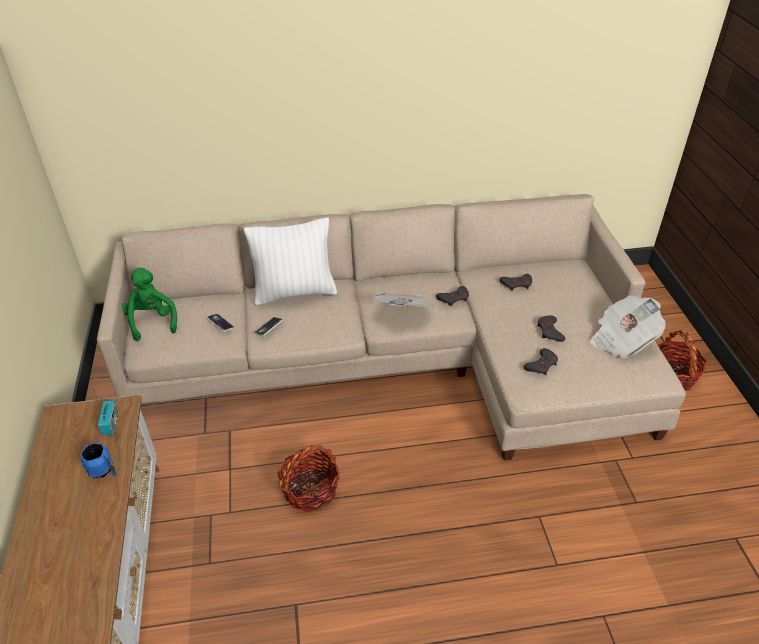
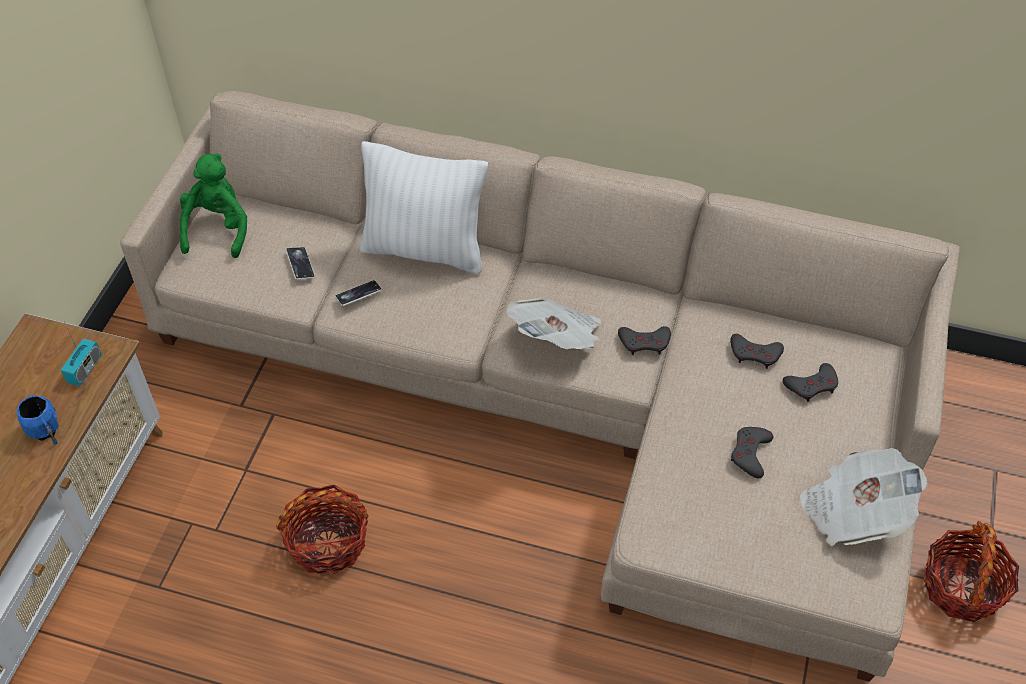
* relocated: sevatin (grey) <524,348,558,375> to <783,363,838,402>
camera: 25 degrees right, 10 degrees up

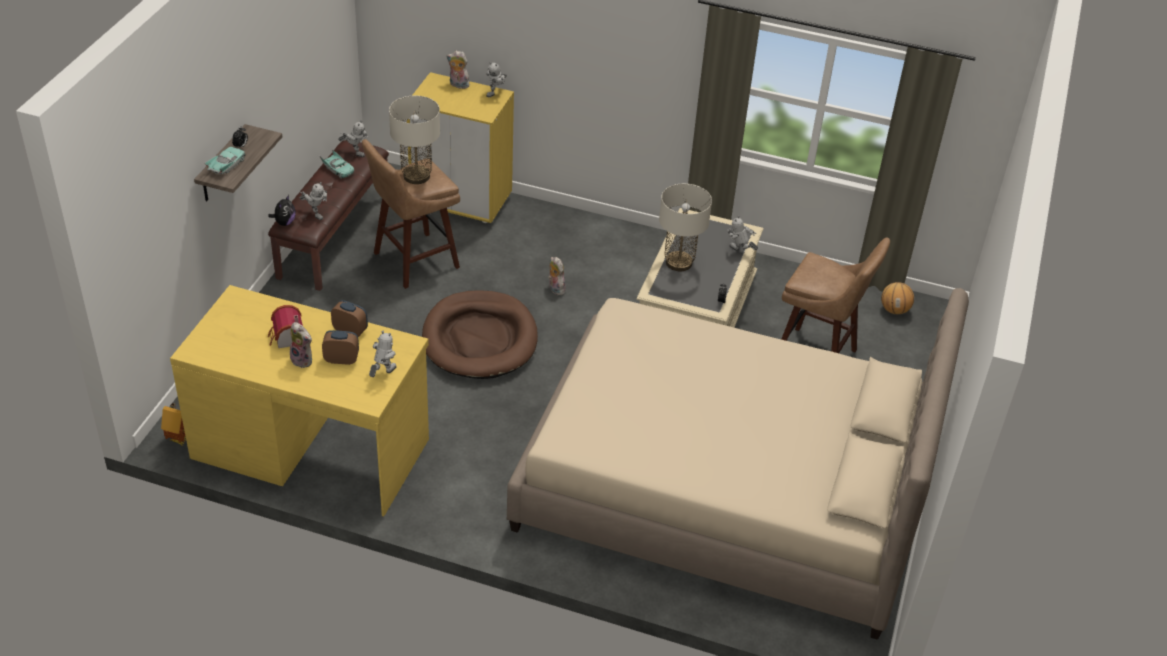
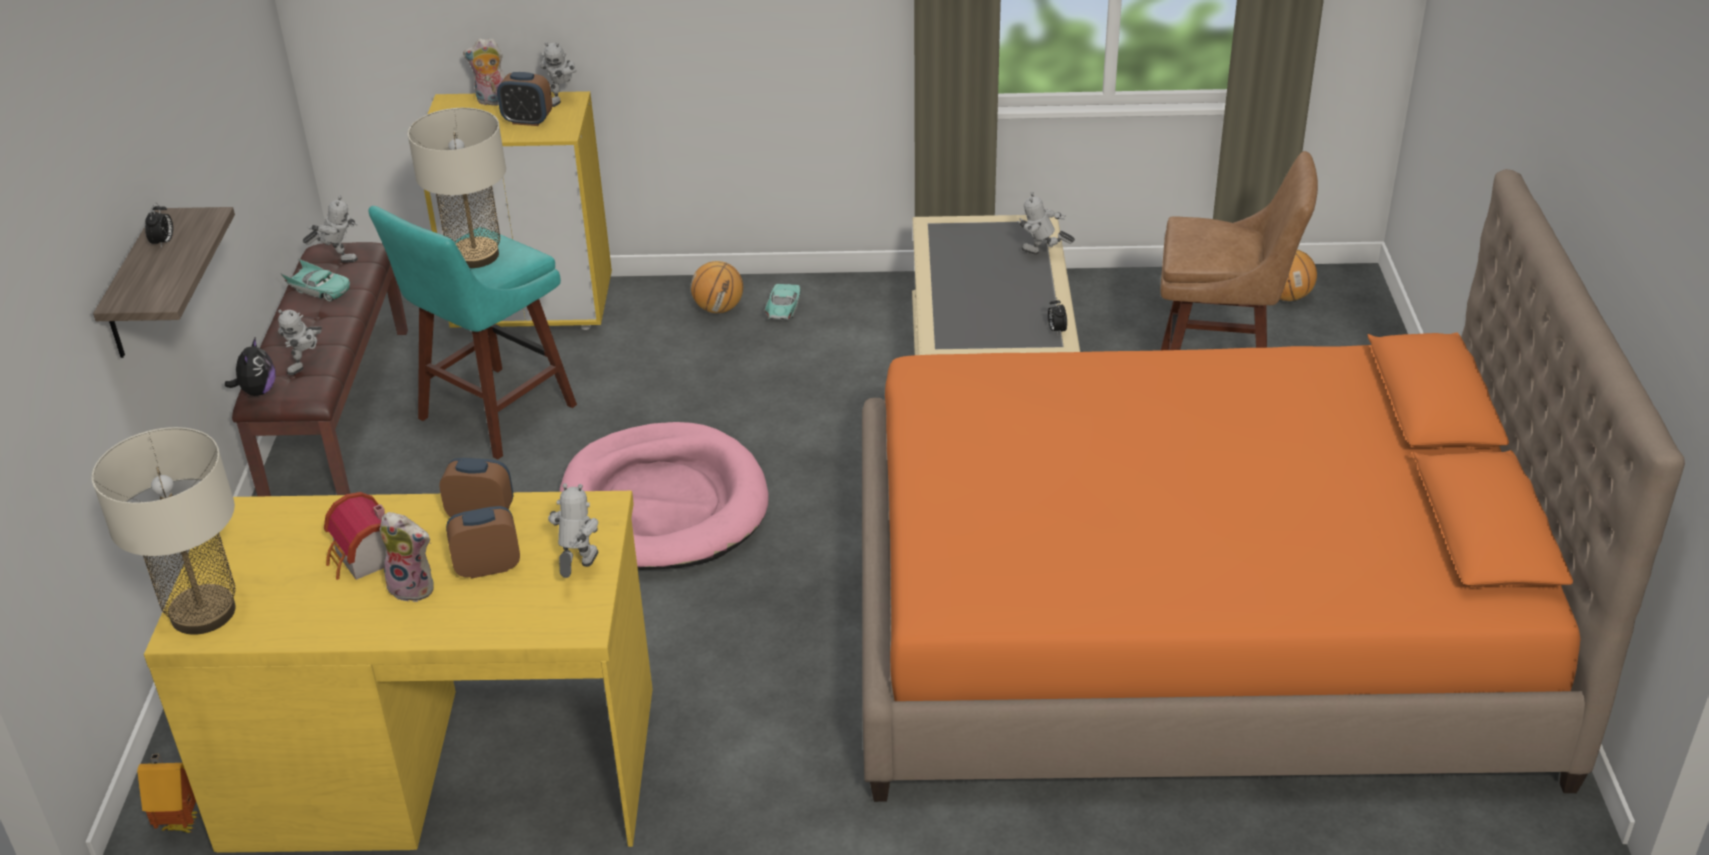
* relocated: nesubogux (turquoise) <204,147,245,175> to <765,284,801,320>
* spun: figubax <300,182,327,220> = <278,309,322,375> 90 degrees clockwise
* colour: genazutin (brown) <362,139,460,289> to genazutin (turquoise) <368,206,577,459>
* colour: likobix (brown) <422,290,538,379> to likobix (pink) <560,422,769,570>
* colour: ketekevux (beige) <507,288,969,640> to ketekevux (orange) <862,169,1685,802>
* missing: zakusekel <548,257,566,295>
* relocated: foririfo <659,183,712,271> to <92,427,236,635>
* appeared: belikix <497,72,552,126>
* appeared: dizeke <691,261,743,313>
camera: 15 degrees left, 5 degrees down

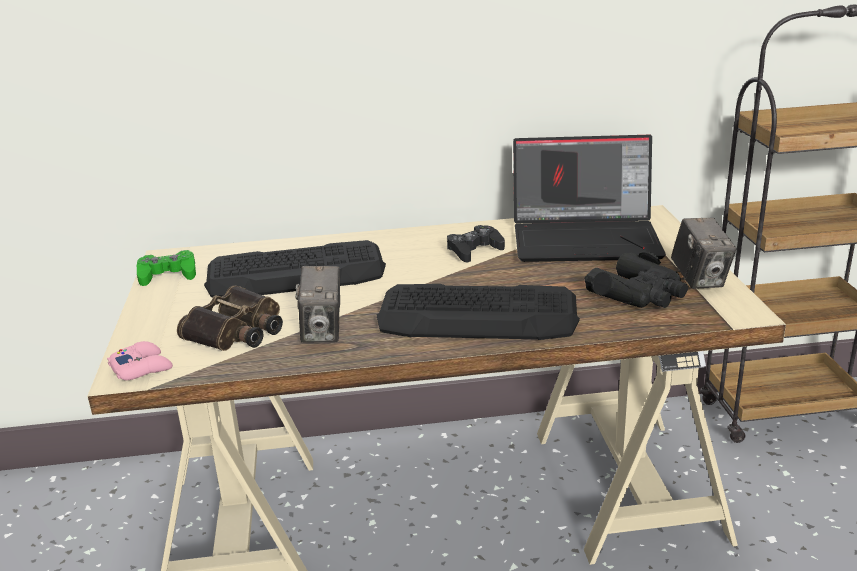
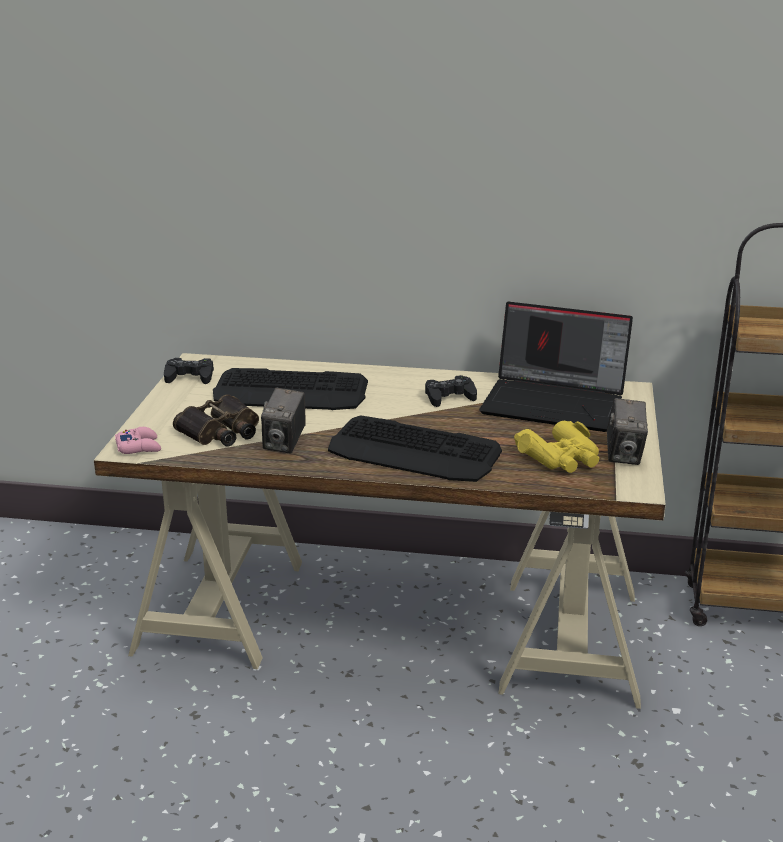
* colour: sevatin (green) <137,250,196,286> to sevatin (black) <164,358,214,384>
* colour: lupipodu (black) <584,251,688,308> to lupipodu (yellow) <514,421,599,473>
camera: 15 degrees right, 0 degrees up

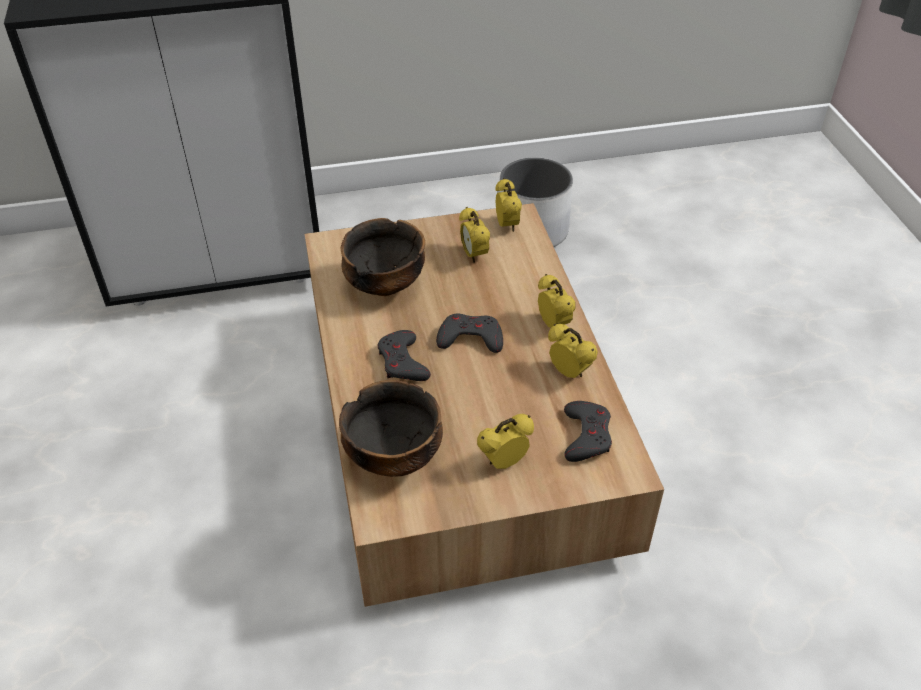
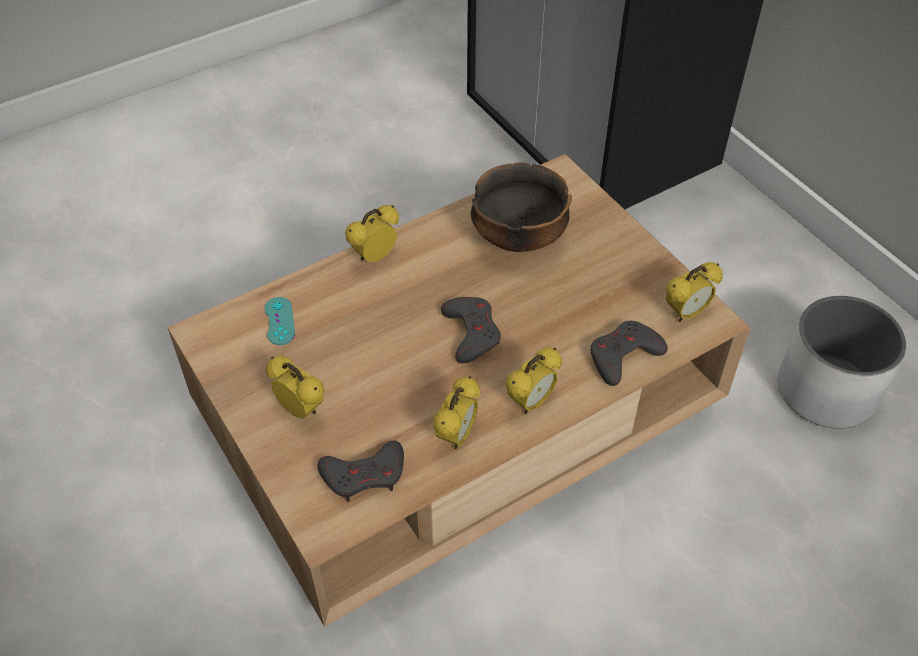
* exchanged: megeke <339,380,443,477> to sevatin (turquoise) <264,297,295,345>
* relocated: sevatin (grey) <377,330,431,381> to <591,321,668,386>
* relocated: belikix <459,207,490,263> to <345,205,399,262>
camera: 70 degrees right, 5 degrees up

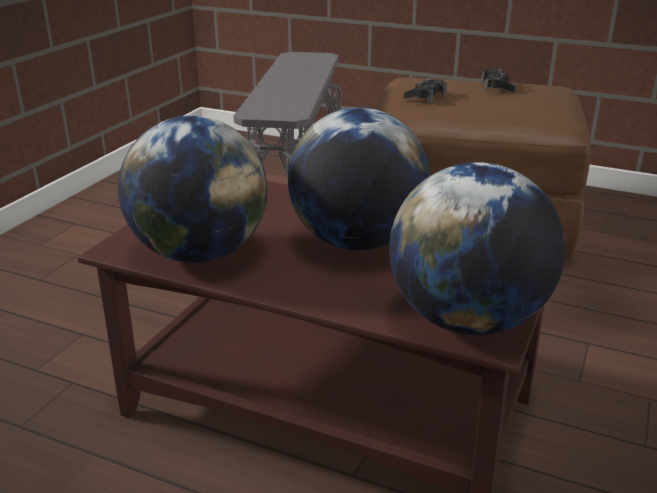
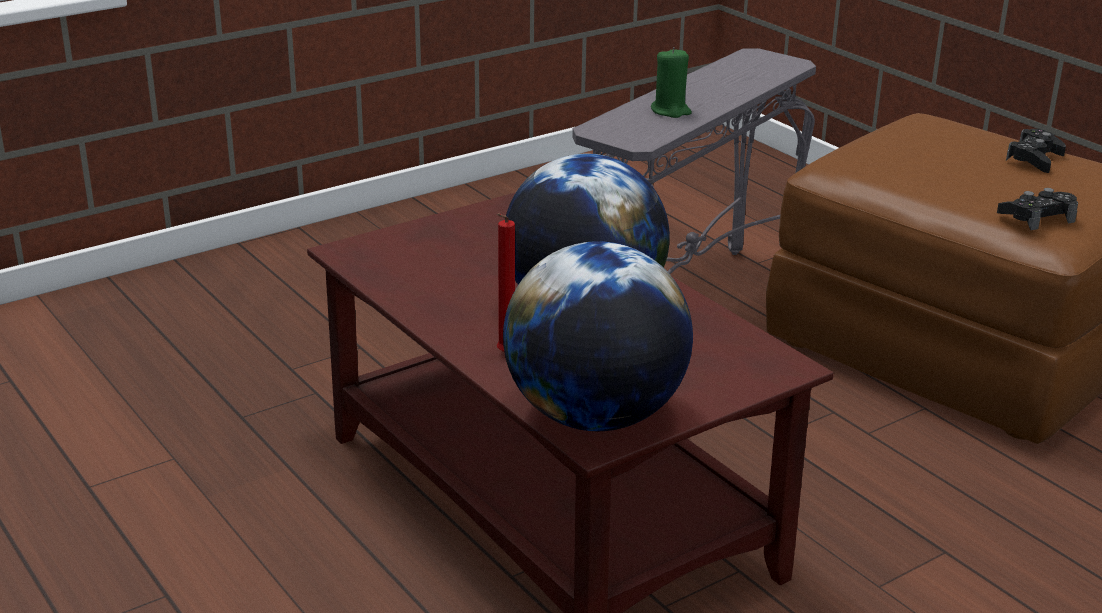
* missing: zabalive <118,116,267,263>
* relocated: sevatin (black) <404,78,447,103> to <997,188,1078,230>
* appeared: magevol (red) <497,213,515,352>
* appeared: magevol (green) <651,47,692,118>
camera: 30 degrees right, 0 degrees up

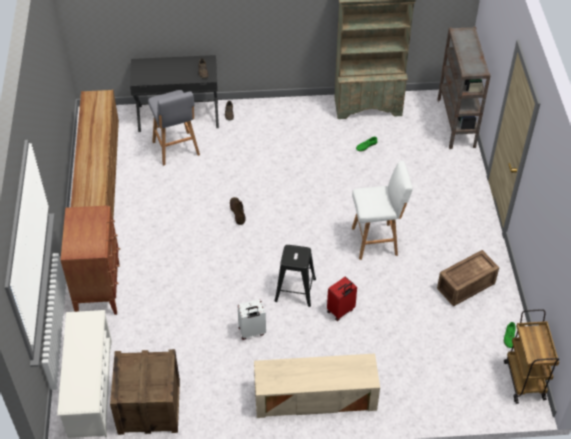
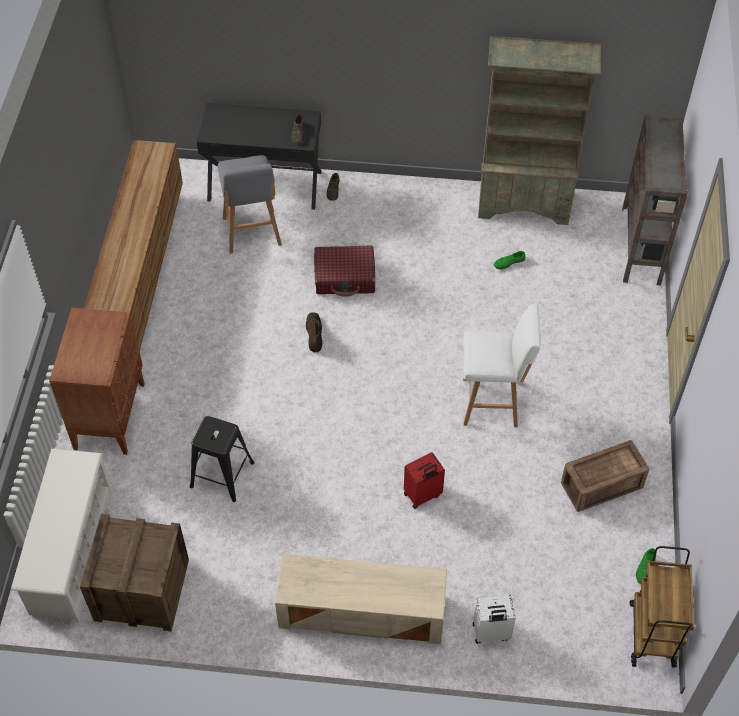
* relocated: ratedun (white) <237,299,266,340> to <473,595,516,644>
* relocated: genazutin (black) <275,245,316,307> to <190,416,254,502>
* appeared: ratedun (red) <314,245,375,297>
camera: 10 degrees right, 5 degrees up

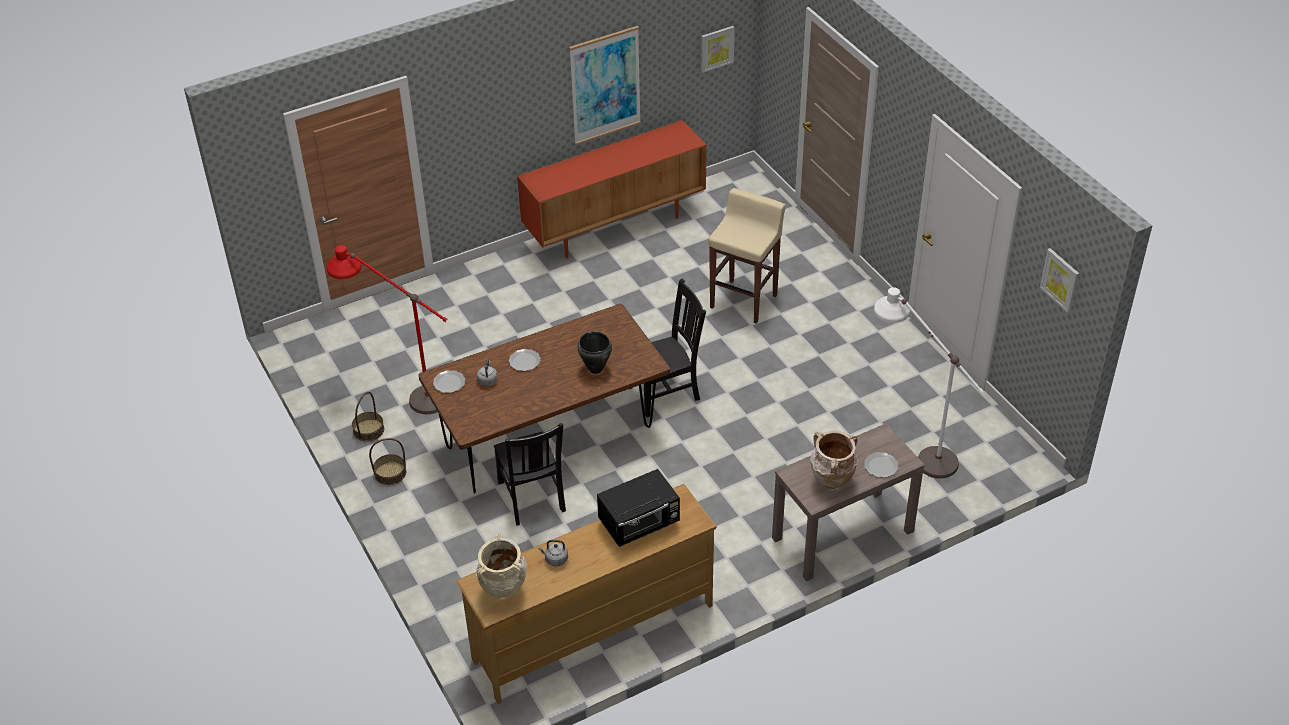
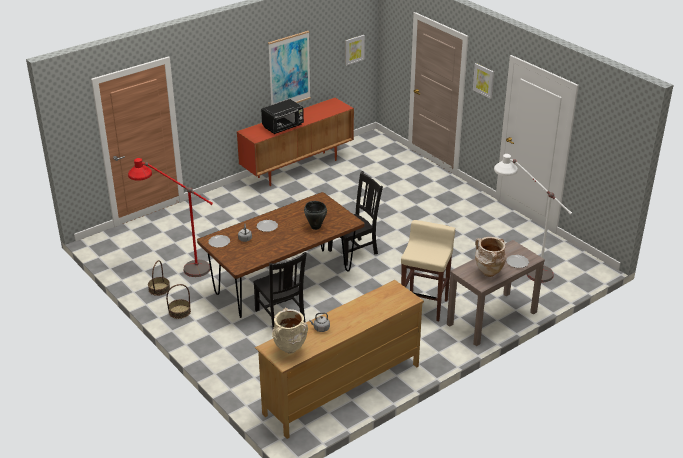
* relocated: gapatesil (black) <597,469,680,547> to <261,99,304,134>
* relocated: genazutin (beige) <708,188,786,324> to <401,220,455,321>
* relocated: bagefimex <1040,248,1079,313> to <473,63,494,99>
camera: 10 degrees left, 10 degrees down

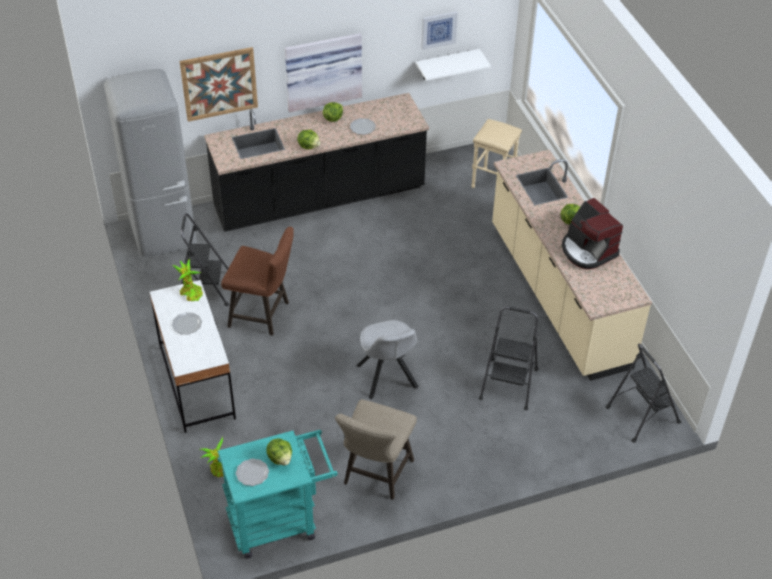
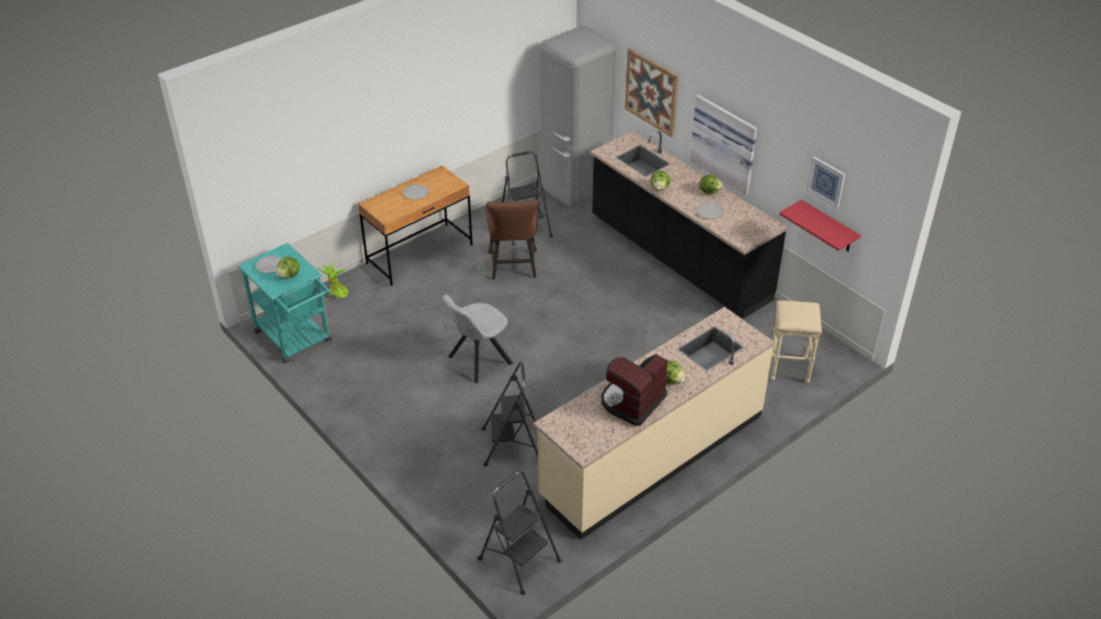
* colour: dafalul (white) <150,280,236,433> to dafalul (brown) <358,165,473,286>
* missing: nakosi <172,259,203,301>
* missing: genazutin (beige) <335,399,417,500>
* colour: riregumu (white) <416,49,491,81> to riregumu (red) <779,200,861,252>
camera: 70 degrees right, 5 degrees down

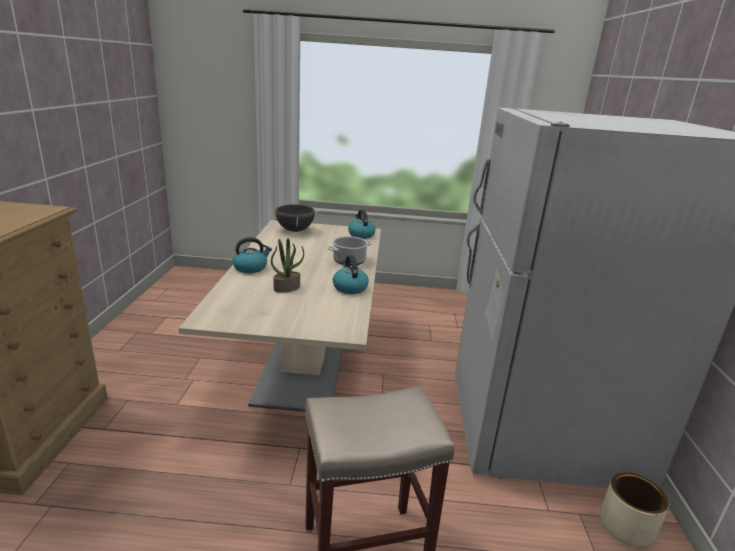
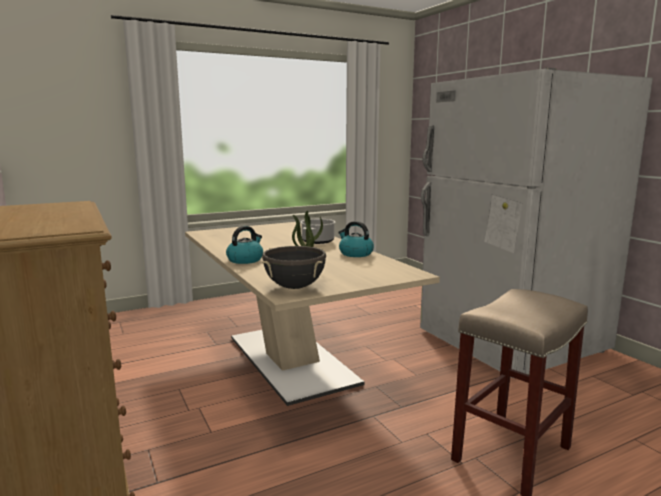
* relocated: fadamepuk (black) <270,204,320,232> to <262,246,326,289>
* missing: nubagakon <348,210,376,239>
* missing: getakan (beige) <600,472,669,548>
camera: 30 degrees left, 10 degrees down

